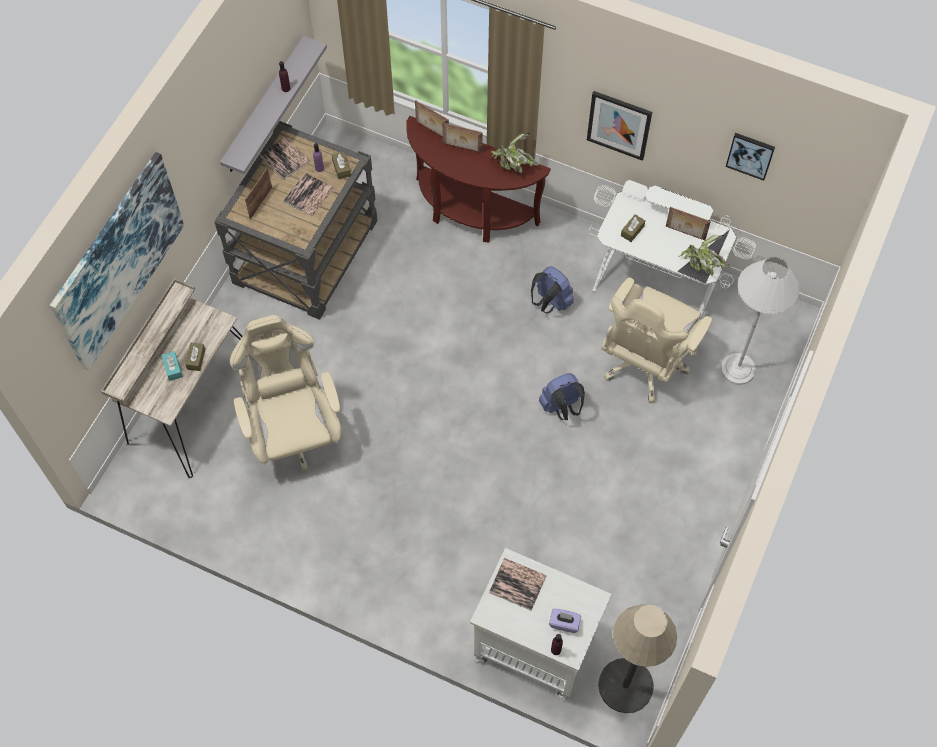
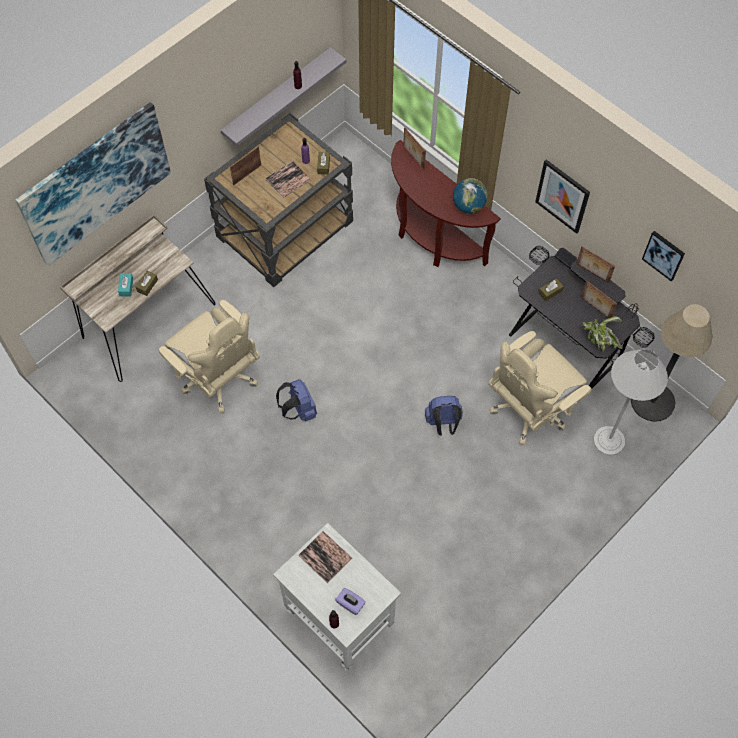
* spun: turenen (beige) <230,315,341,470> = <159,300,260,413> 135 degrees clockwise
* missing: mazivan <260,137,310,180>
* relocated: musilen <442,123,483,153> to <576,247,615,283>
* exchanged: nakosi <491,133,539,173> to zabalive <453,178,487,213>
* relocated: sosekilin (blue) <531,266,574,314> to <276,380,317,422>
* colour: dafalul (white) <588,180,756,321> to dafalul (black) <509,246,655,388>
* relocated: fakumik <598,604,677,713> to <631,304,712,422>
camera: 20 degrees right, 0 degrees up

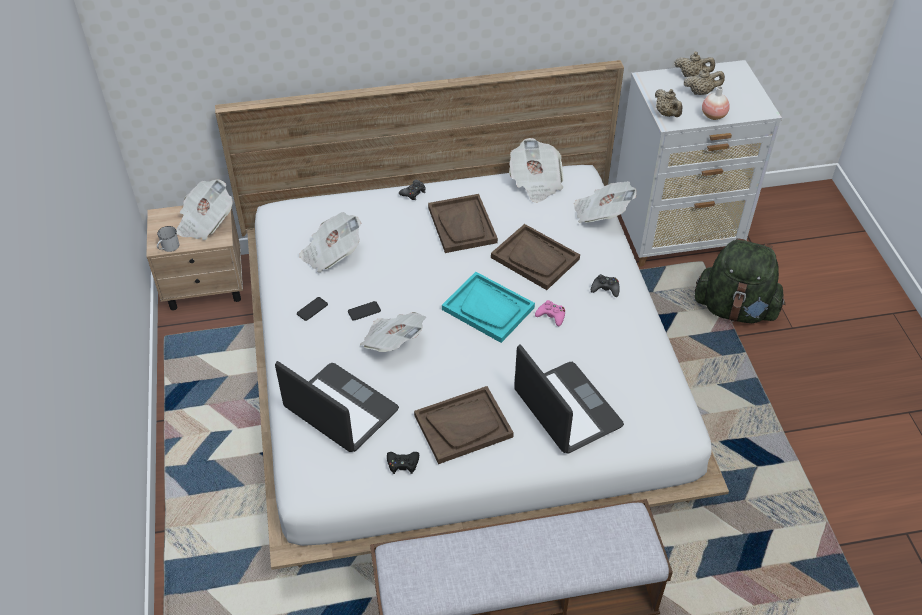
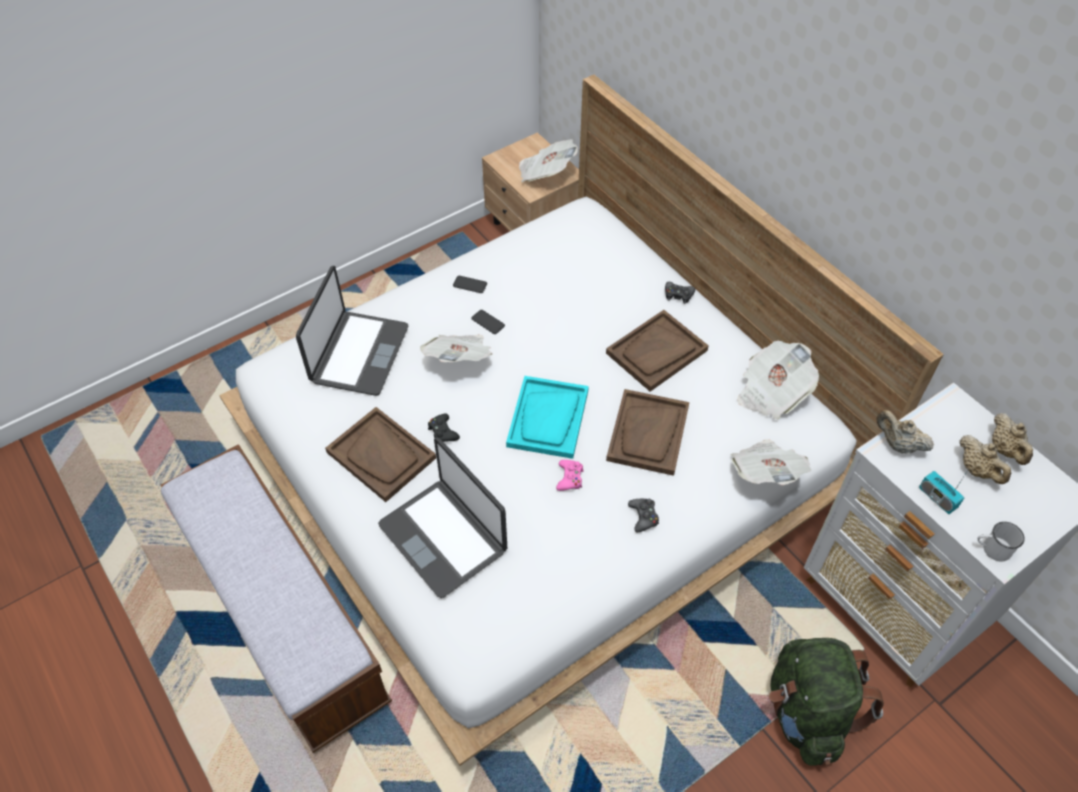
* relocated: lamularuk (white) <157,226,179,252> to <978,522,1025,561>
* missing: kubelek <299,212,361,273>
* relocated: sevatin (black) <387,452,419,474> to <428,413,460,442>
* spun: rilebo <514,344,624,453> = <378,437,507,598> 105 degrees clockwise
* spun: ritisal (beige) <655,89,683,117> = <877,410,934,454> 90 degrees clockwise
* exchanged: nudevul <702,86,730,120> to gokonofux <919,471,967,514>
camera: 65 degrees right, 5 degrees up

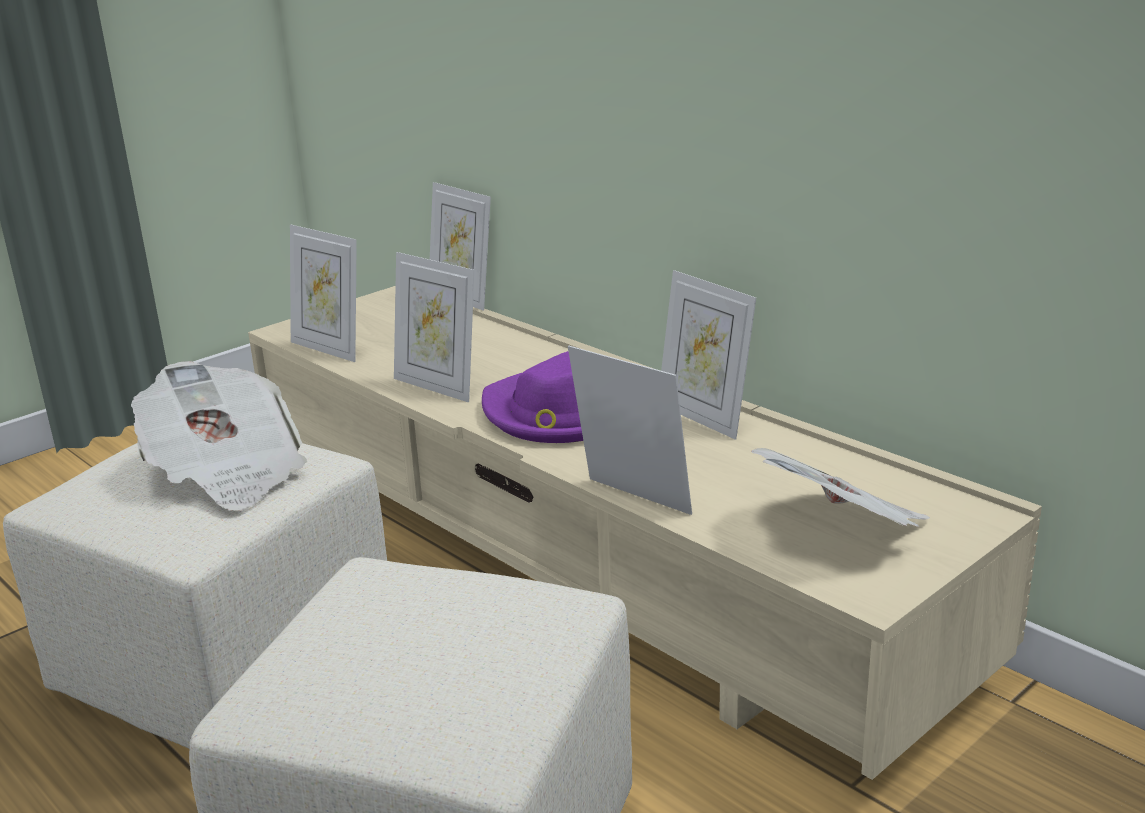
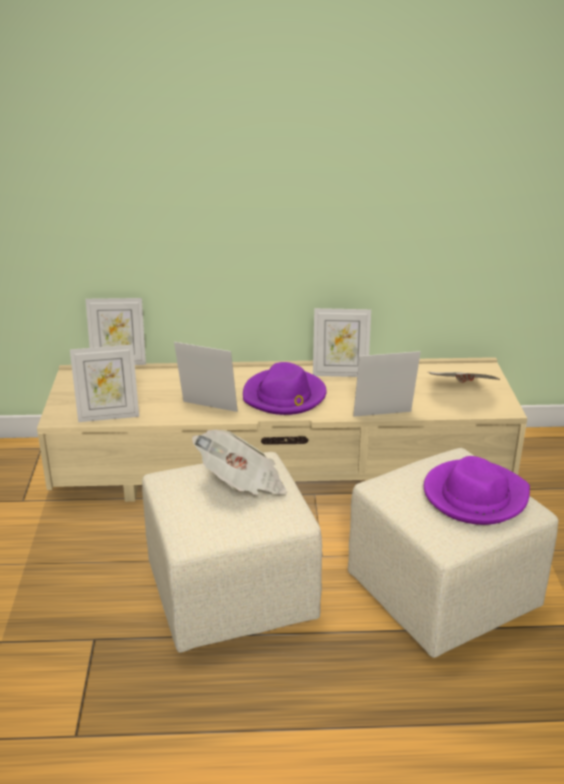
* spun: musilen <394,252,474,402> = <174,342,238,412> 150 degrees counterclockwise
* appeared: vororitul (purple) <424,456,530,525>
camera: 50 degrees left, 5 degrees up

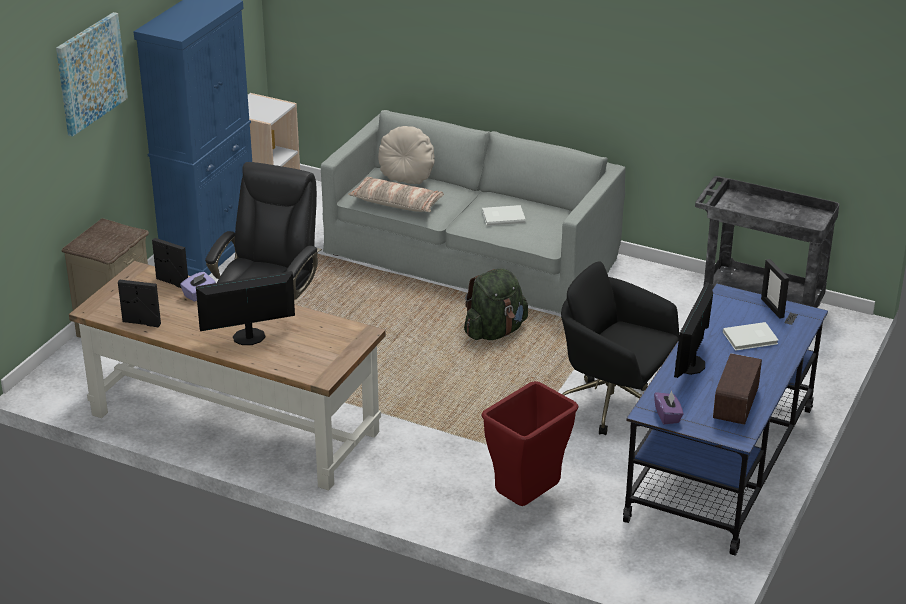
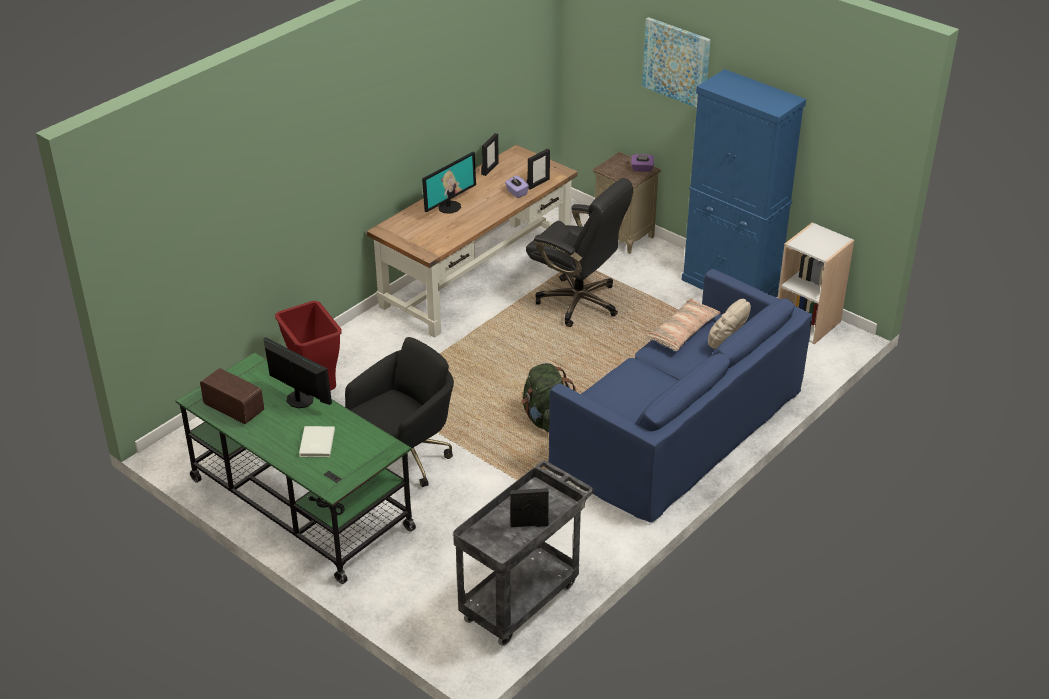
* spun: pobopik <196,271,295,345> = <422,151,476,214> 45 degrees clockwise
* colour: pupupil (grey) <321,110,625,314> to pupupil (blue) <548,269,812,523>
* missing: mazivan (white) <482,205,526,226>
* colour: dafalul (blue) <623,283,828,555> to dafalul (green) <176,352,416,584>
* relocated: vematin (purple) <654,390,683,424> to <631,154,654,172>
* relocated: musilen <761,259,789,319> to <510,488,549,527>
camera: 105 degrees right, 5 degrees up

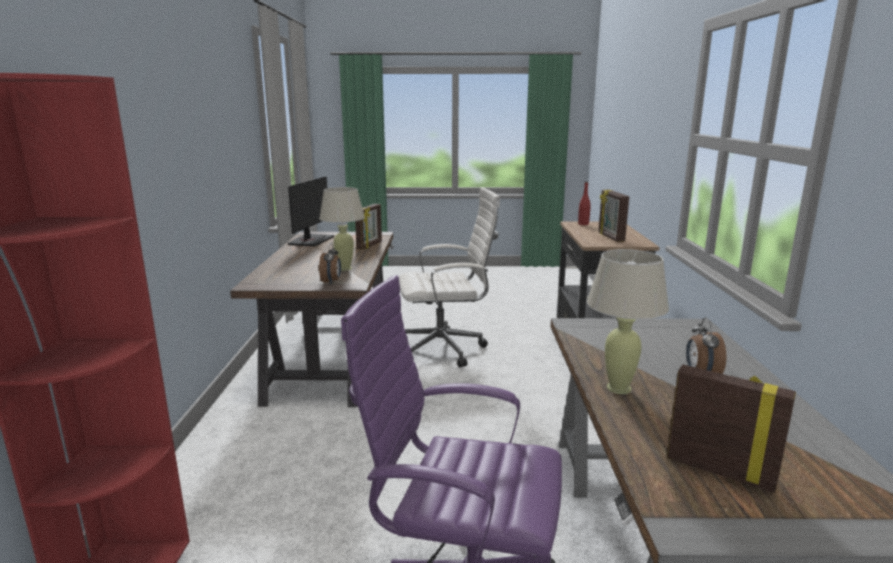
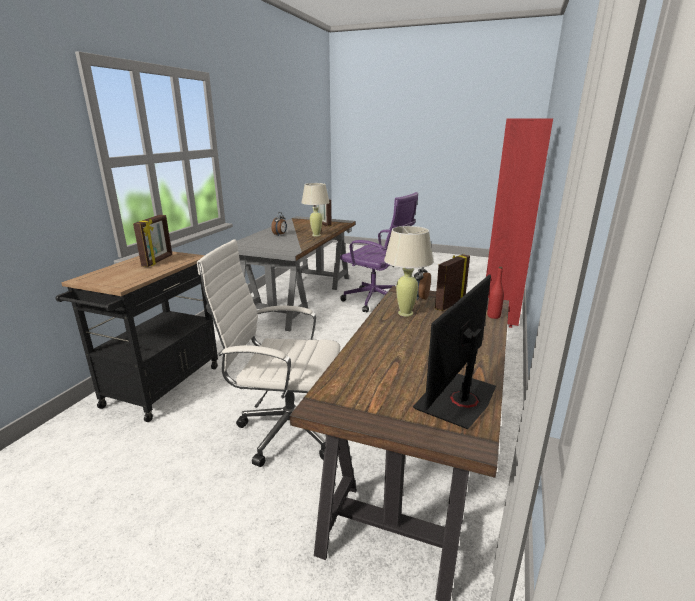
* relocated: musilen <355,204,382,250> to <435,254,470,311>
* relocated: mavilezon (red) <578,182,591,225> to <487,267,504,319>
camera: 160 degrees left, 5 degrees up

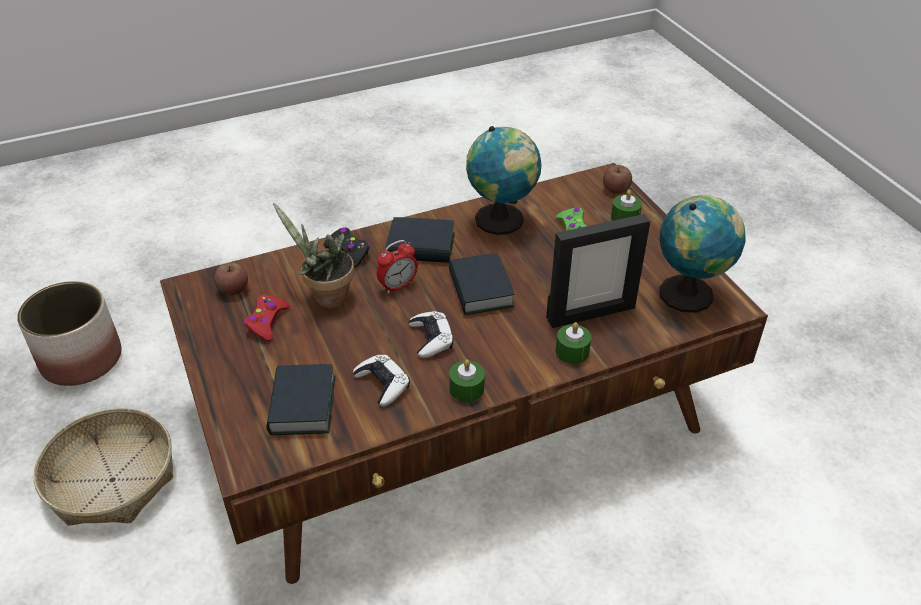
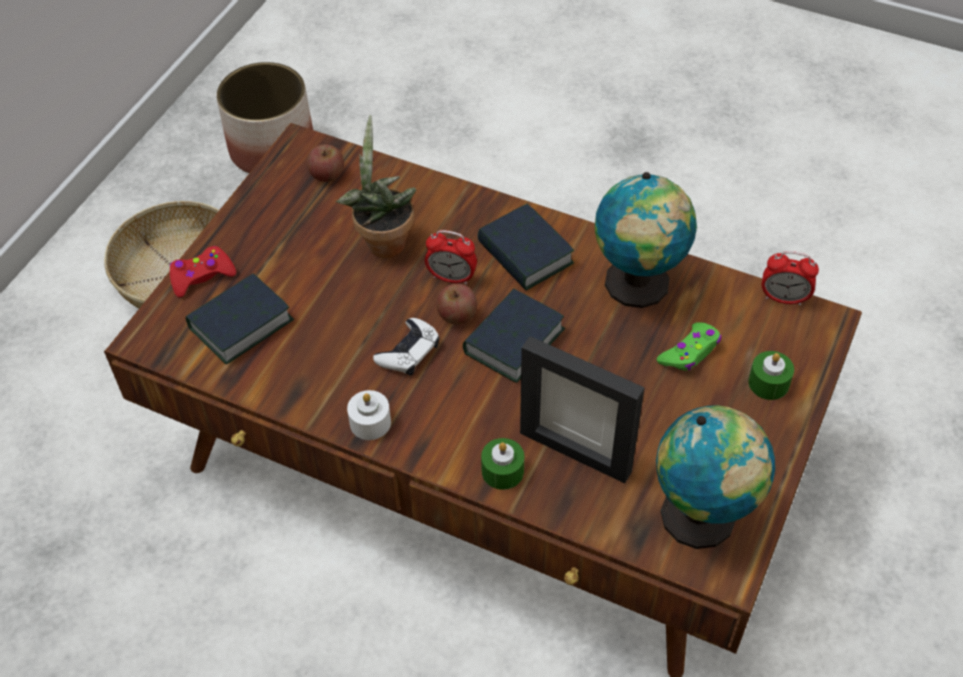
* relocated: sevatin (red) <244,294,290,342> to <170,246,236,298>
* missing: sevatin (black) <323,227,370,268>
* missing: sevatin (white) <353,355,410,406>
* colour: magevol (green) <449,359,485,402> to magevol (white) <347,390,391,440>
* relocated: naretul <603,165,632,194> to <436,284,477,325>
* appeared: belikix <762,251,819,306>
camera: 50 degrees right, 10 degrees up

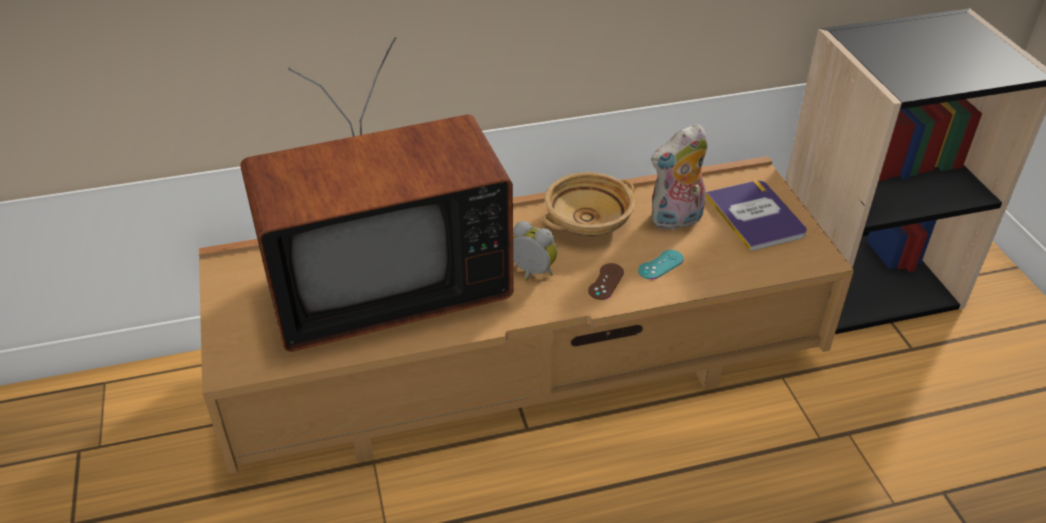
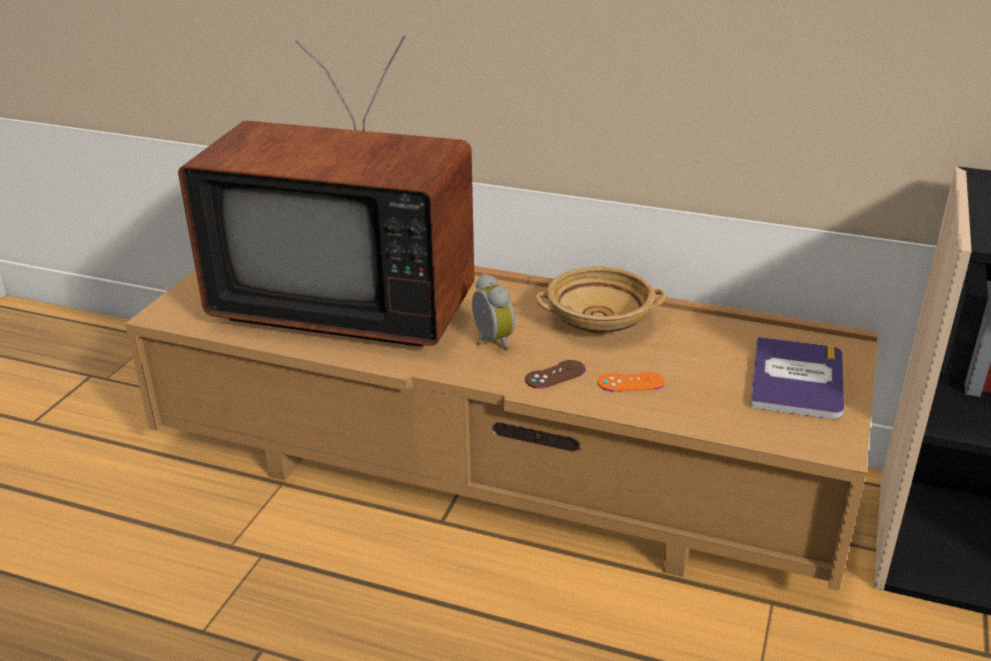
* colour: sevatin (turquoise) <638,250,684,279> to sevatin (orange) <598,372,665,392>
* missing: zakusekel <651,124,708,231>
camera: 35 degrees right, 10 degrees down

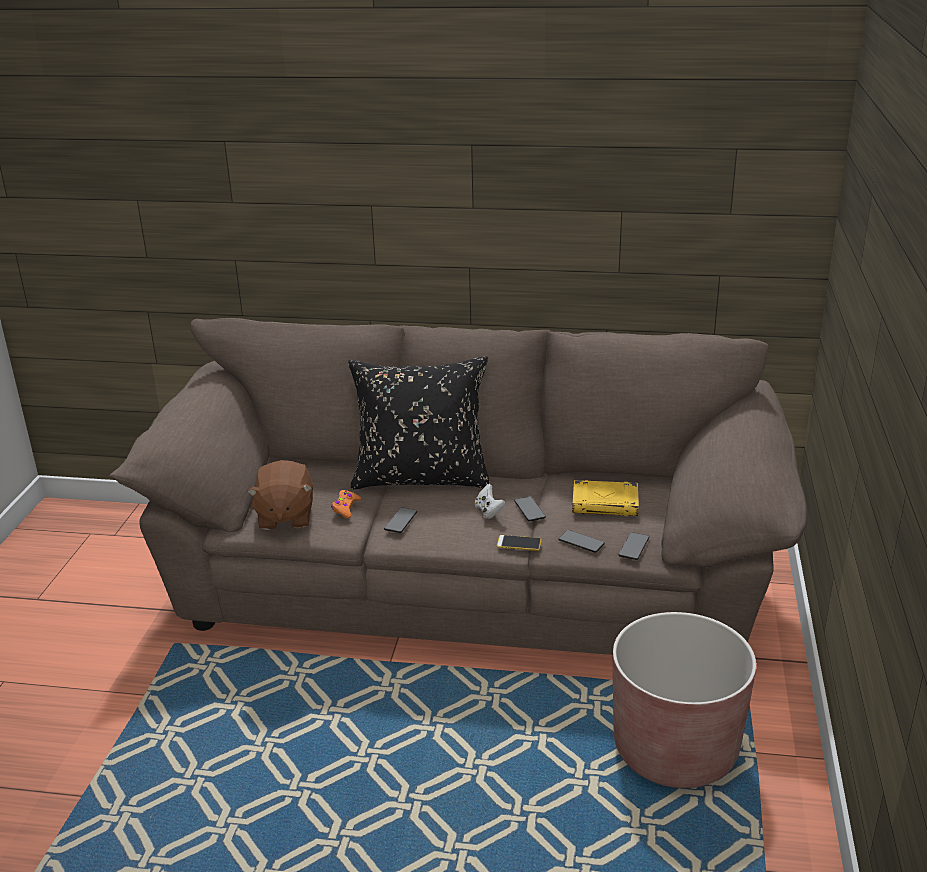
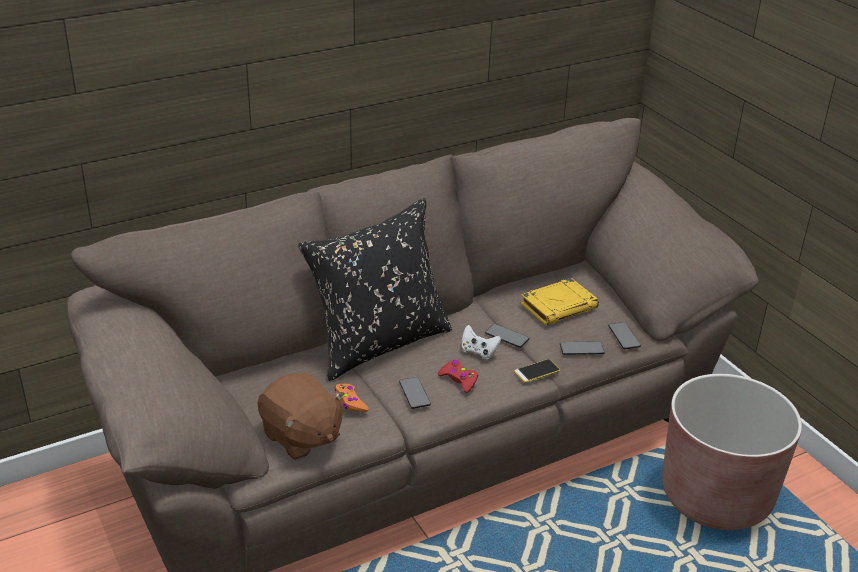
* appeared: sevatin (red) <438,360,478,393>
camera: 40 degrees left, 5 degrees up

